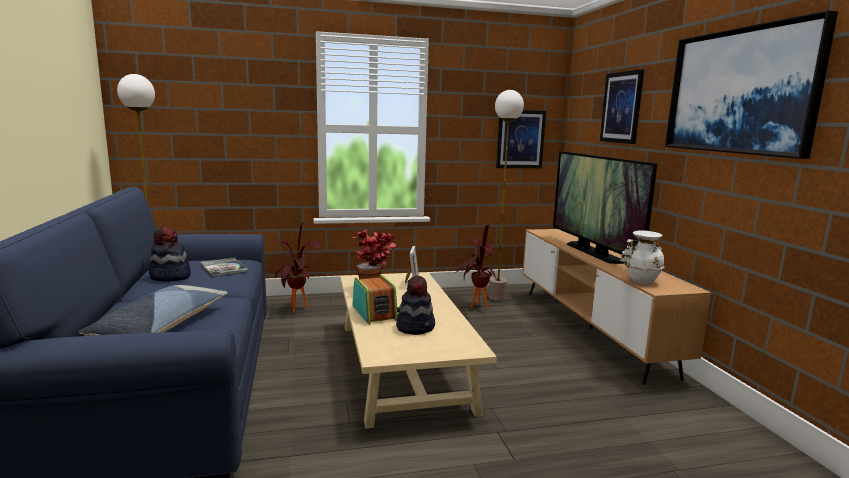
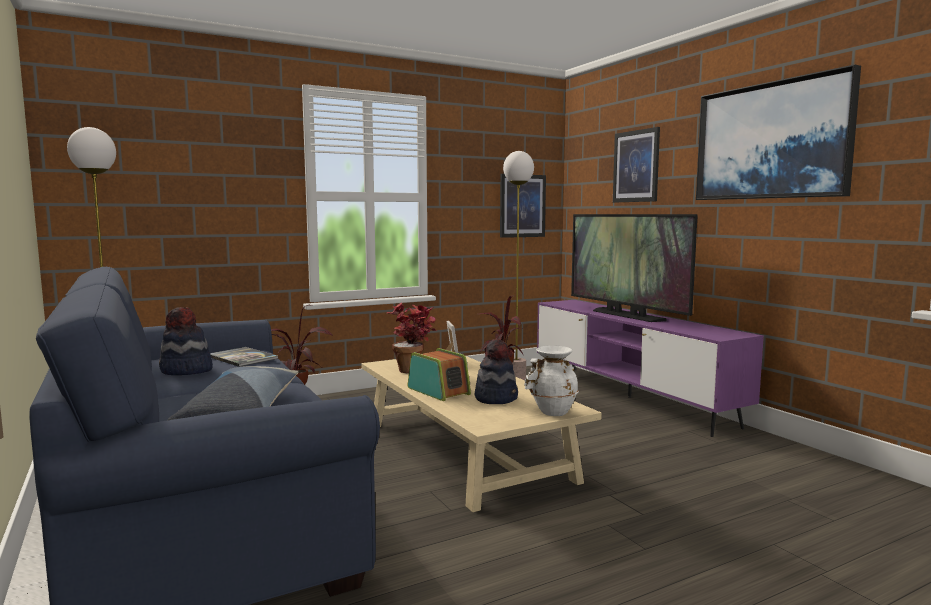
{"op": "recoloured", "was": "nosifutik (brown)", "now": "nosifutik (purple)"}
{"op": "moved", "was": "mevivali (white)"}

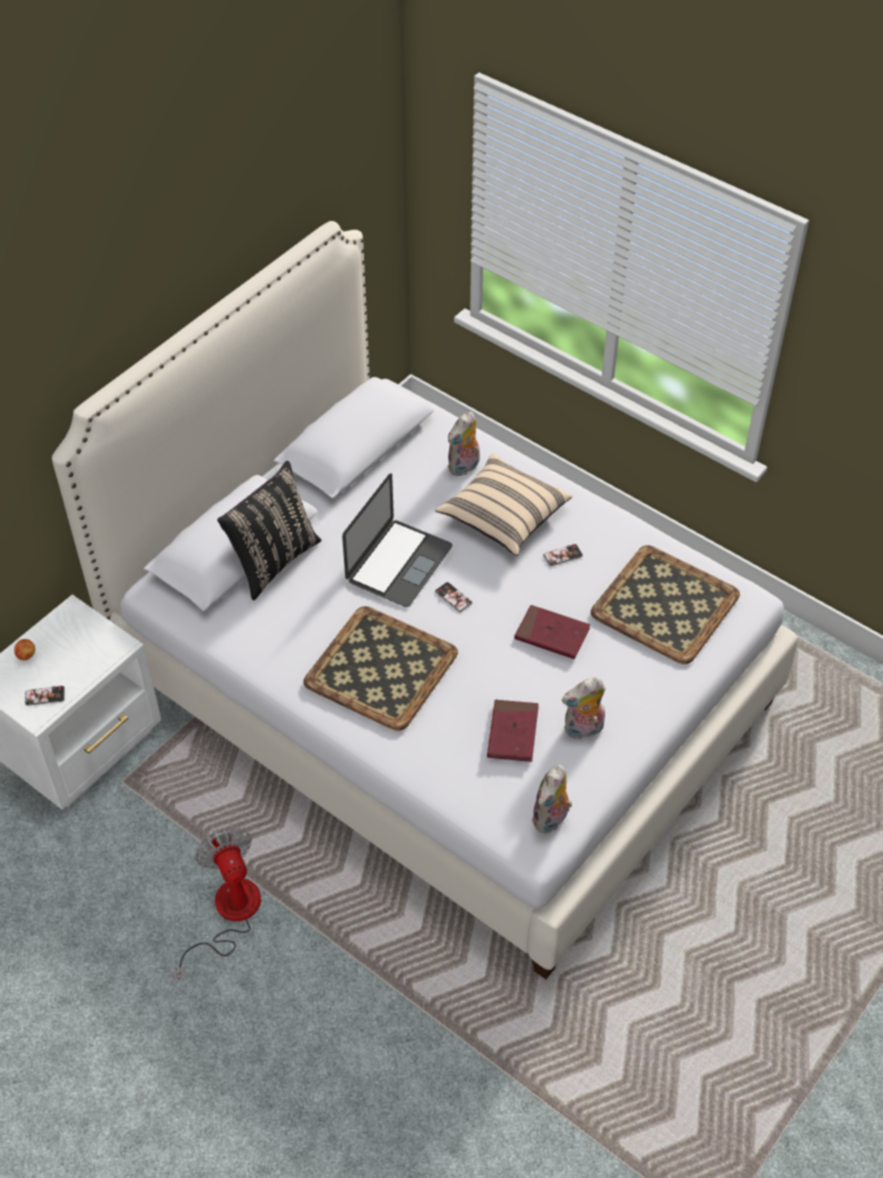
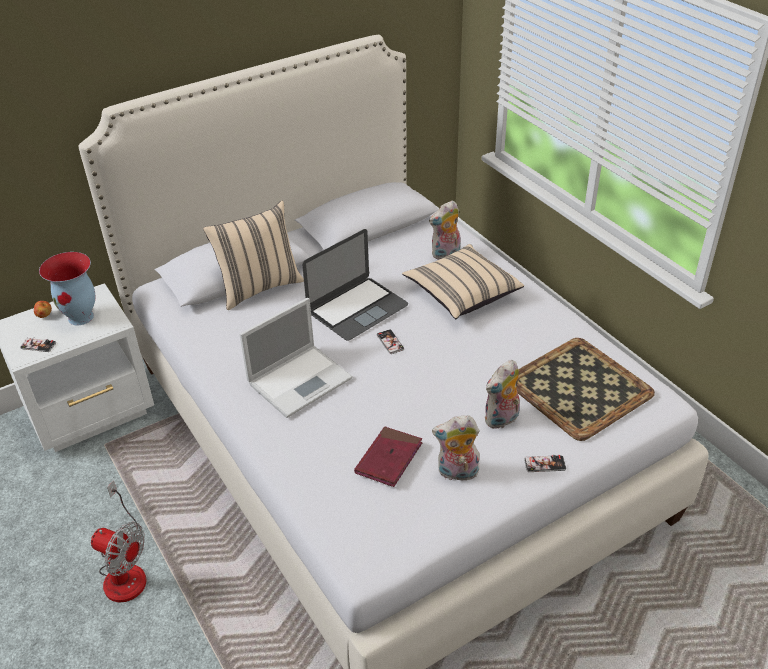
{"op": "recoloured", "was": "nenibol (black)", "now": "nenibol (beige) (1st from left)"}
{"op": "moved", "was": "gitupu (3rd from left)"}
{"op": "removed", "was": "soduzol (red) (2nd from left)"}
{"op": "replaced", "was": "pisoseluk (1st from left)", "now": "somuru (1st from left)"}
{"op": "moved", "was": "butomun (2nd from left in the first image)", "now": "butomun (3rd from left)"}
{"op": "turned", "was": "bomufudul", "clockwise": 120}
{"op": "added", "now": "mevivali"}

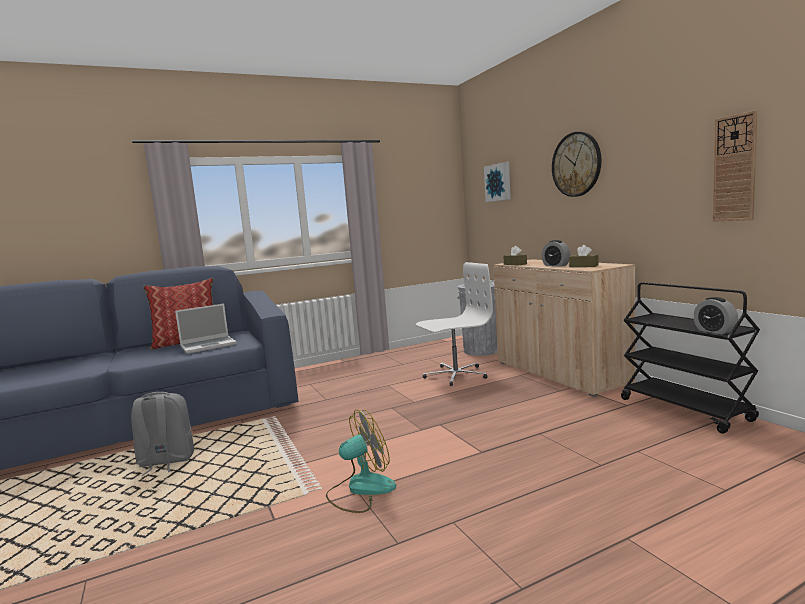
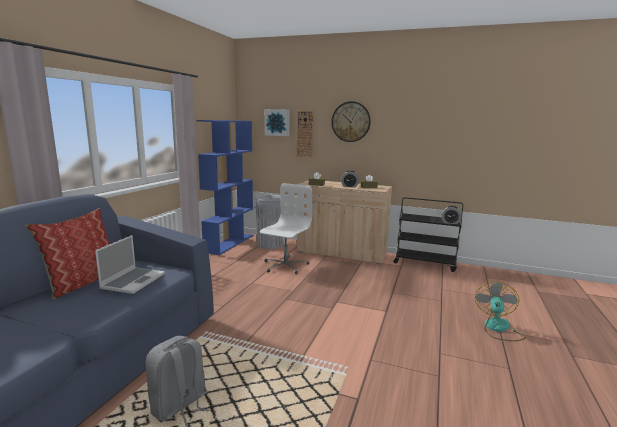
{"op": "moved", "was": "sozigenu (2nd from left in the first image)", "now": "sozigenu (1st from left)"}
{"op": "moved", "was": "bomufudul"}
{"op": "added", "now": "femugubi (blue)"}

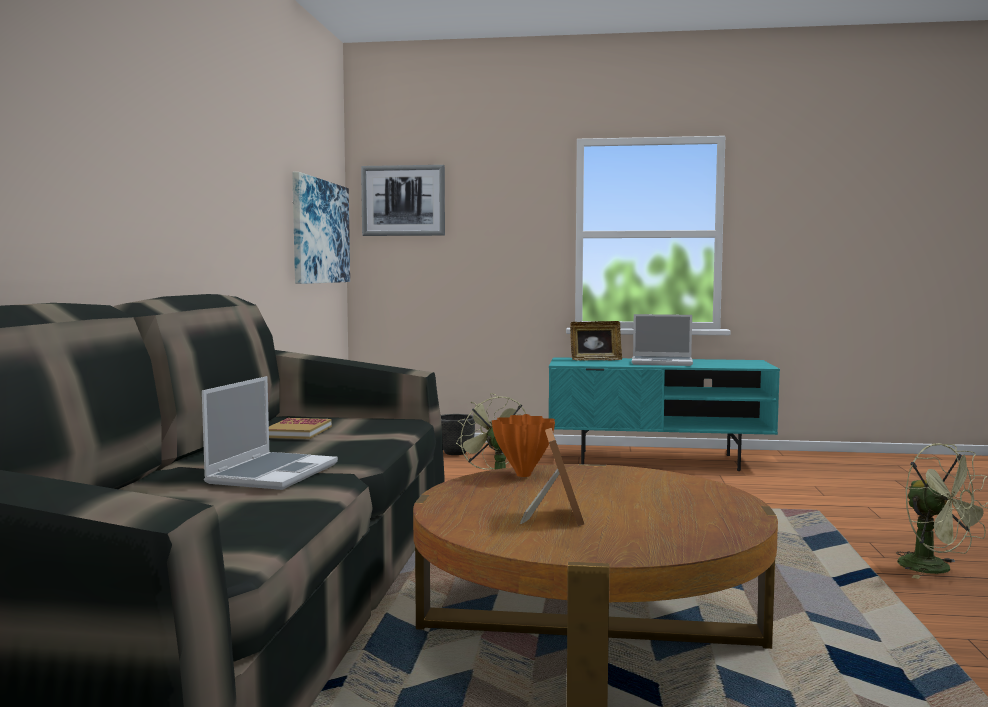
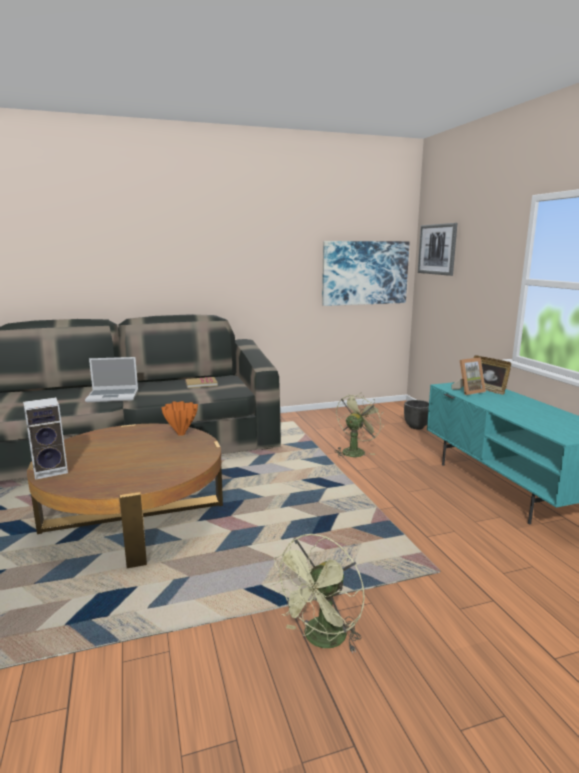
{"op": "removed", "was": "somuru (2nd from left)"}
{"op": "moved", "was": "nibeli (1st from left)"}
{"op": "added", "now": "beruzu"}

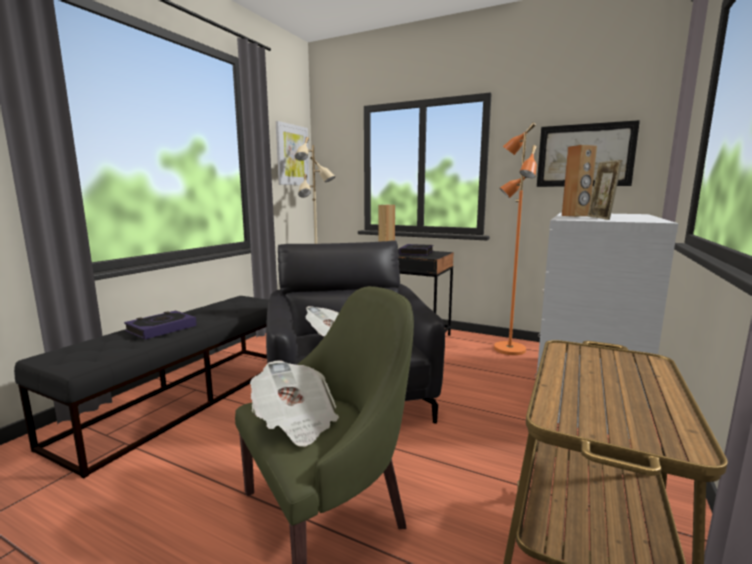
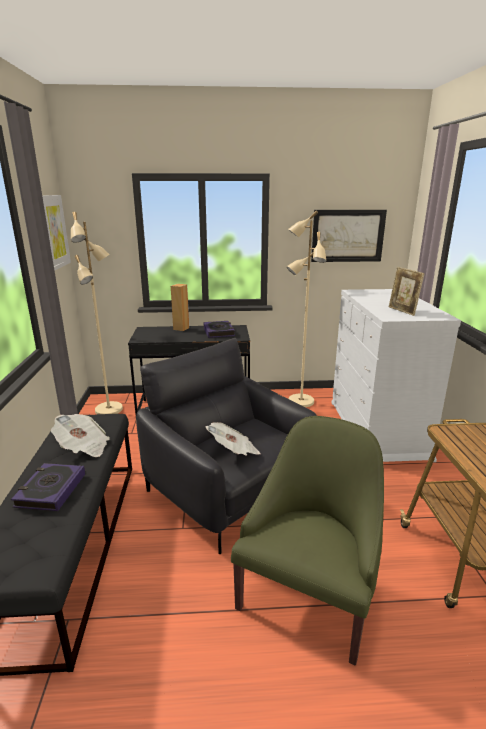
{"op": "recoloured", "was": "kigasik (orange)", "now": "kigasik (beige) (2nd from left)"}
{"op": "removed", "was": "beruzu (brown) (2nd from left)"}
{"op": "moved", "was": "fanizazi (1st from left)"}

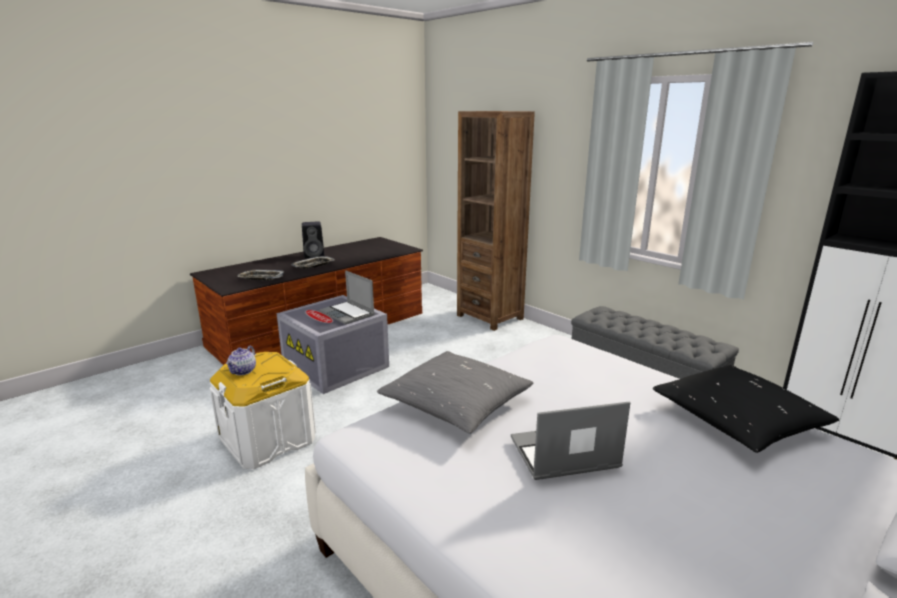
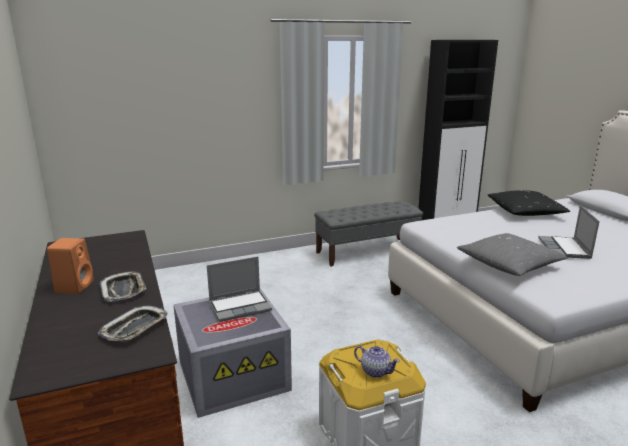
{"op": "removed", "was": "femugubi (brown)"}
{"op": "recoloured", "was": "beruzu (black)", "now": "beruzu (orange)"}

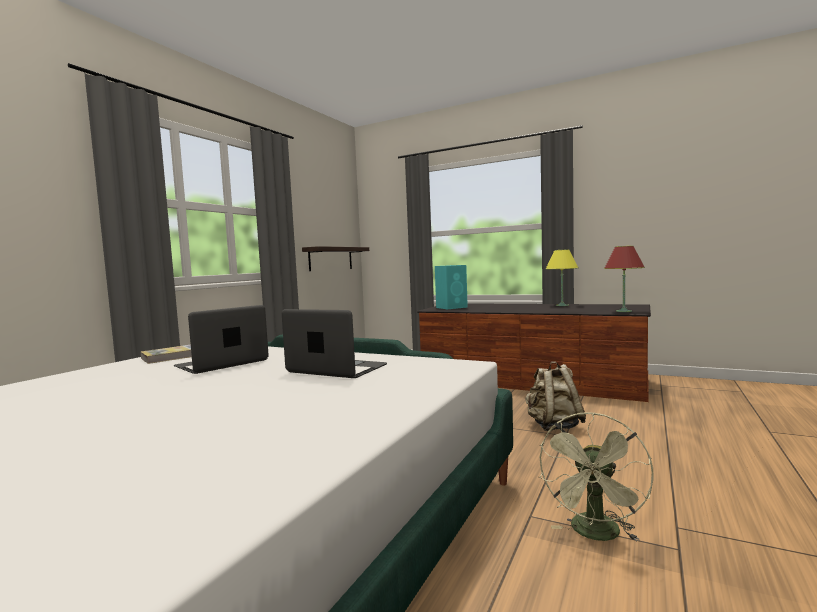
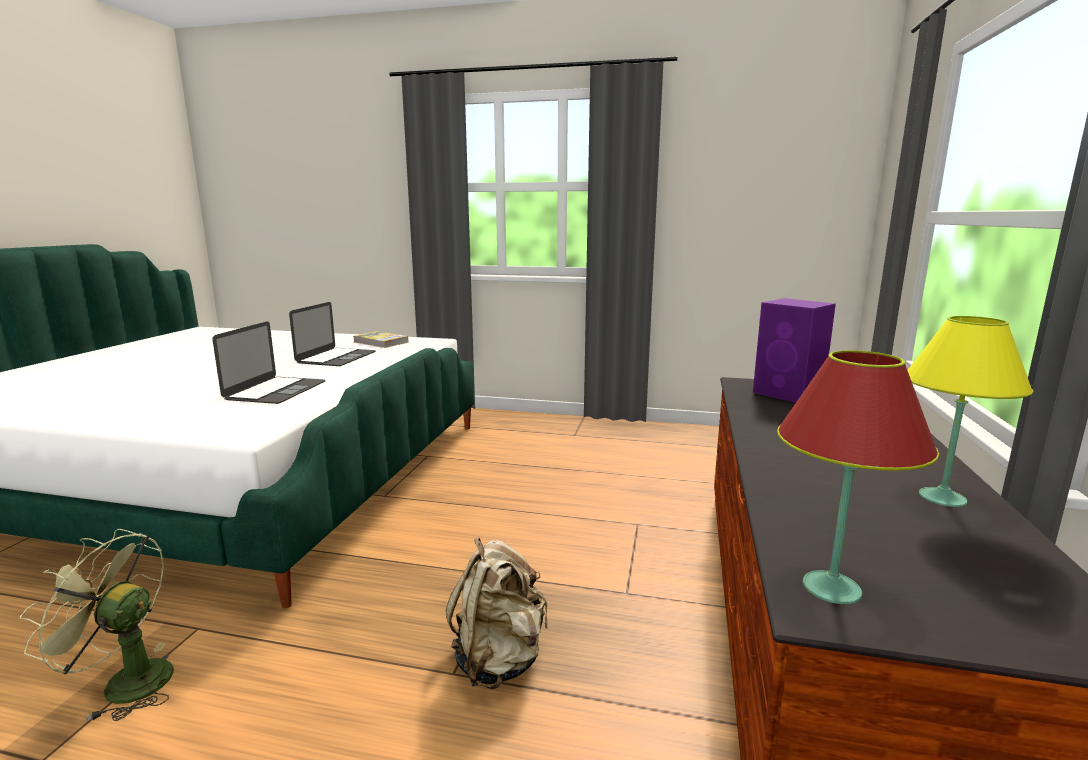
{"op": "removed", "was": "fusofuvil"}
{"op": "recoloured", "was": "beruzu (turquoise)", "now": "beruzu (purple)"}
{"op": "turned", "was": "somuru (1st from left in the first image)", "clockwise": 75}

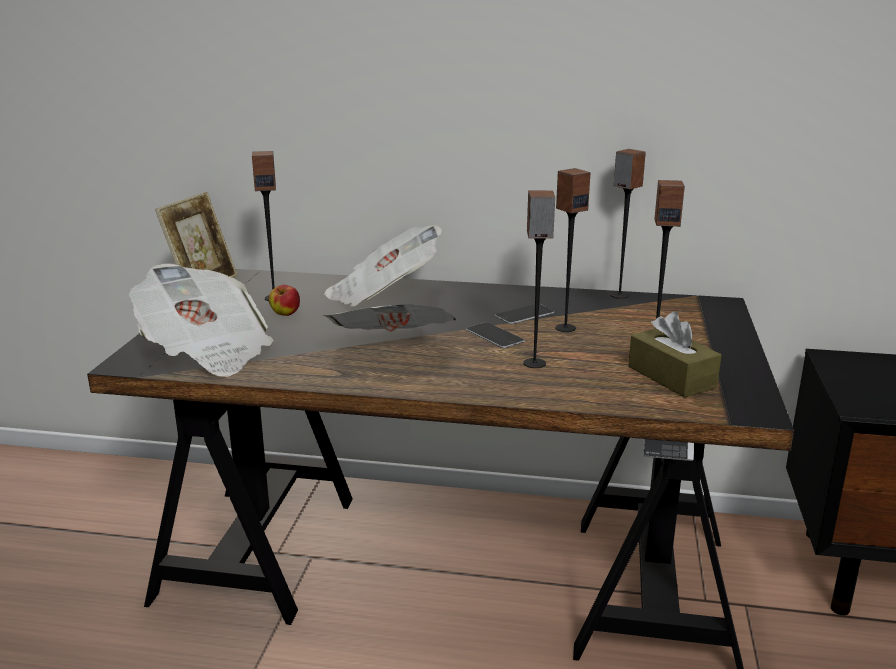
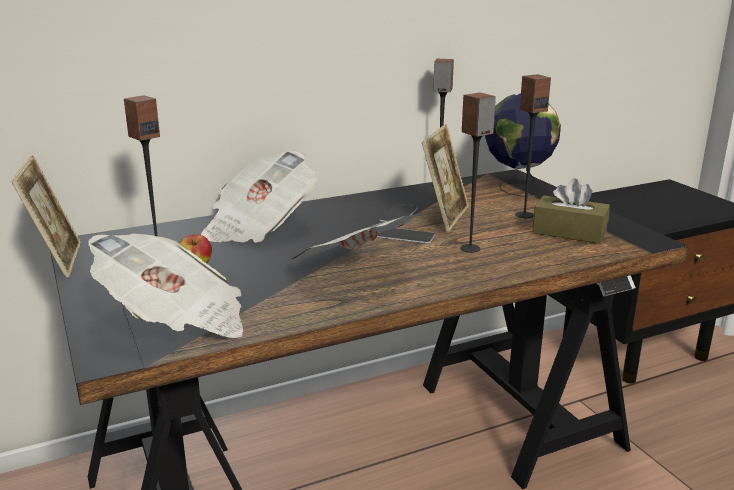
{"op": "replaced", "was": "beruzu (3rd from left)", "now": "nibeli (2nd from left)"}
{"op": "added", "now": "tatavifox"}

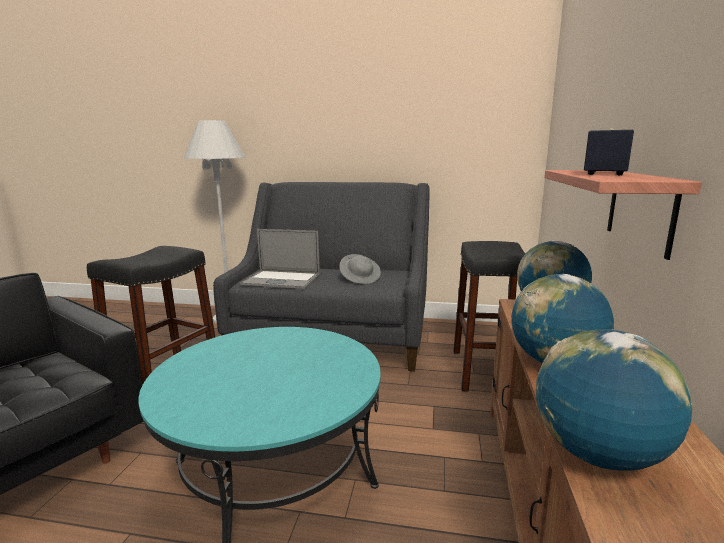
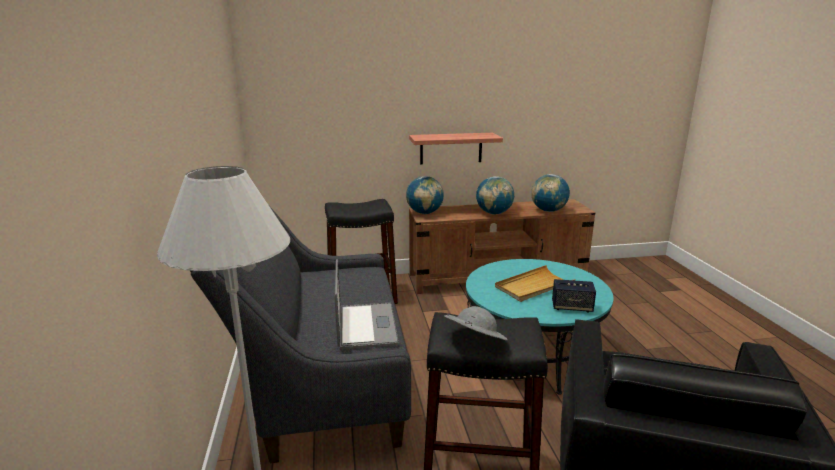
{"op": "moved", "was": "beruzu"}
{"op": "moved", "was": "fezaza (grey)"}
{"op": "added", "now": "pisoseluk (beige)"}

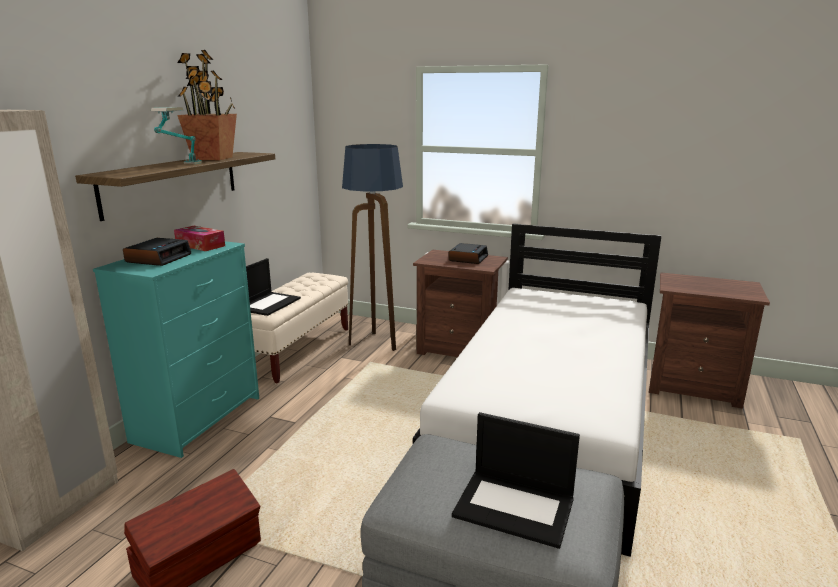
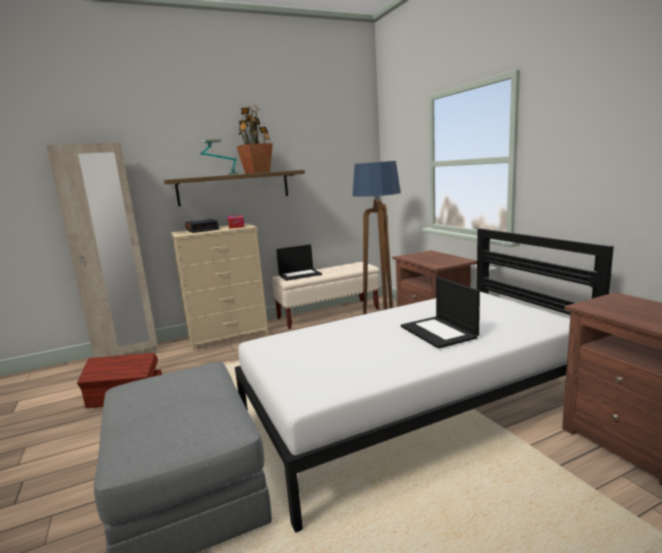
{"op": "recoloured", "was": "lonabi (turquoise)", "now": "lonabi (beige)"}
{"op": "removed", "was": "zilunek (2nd from left)"}
{"op": "moved", "was": "somuru (2nd from left)"}

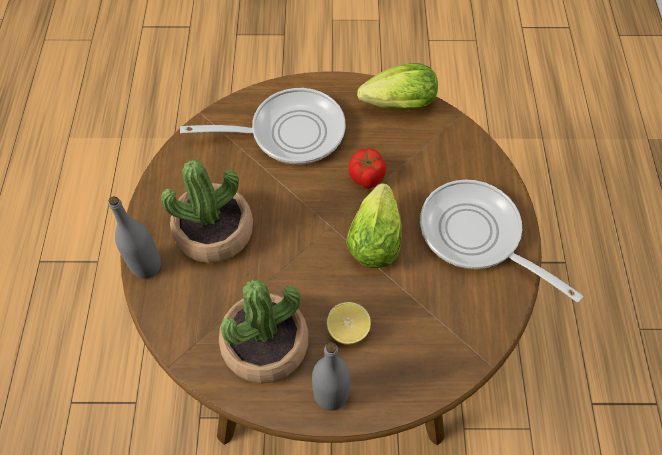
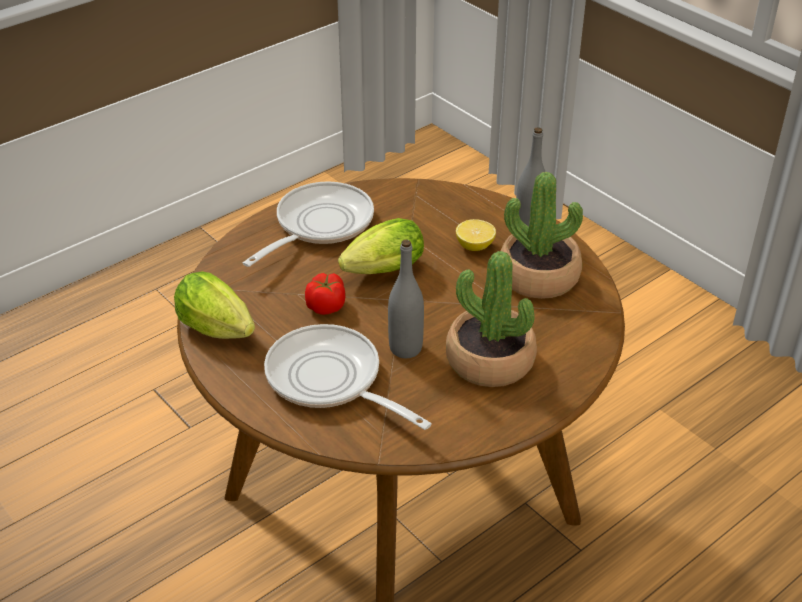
{"op": "turned", "was": "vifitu (2nd from left in the first image)", "clockwise": -150}
{"op": "moved", "was": "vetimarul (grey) (1st from left)"}

